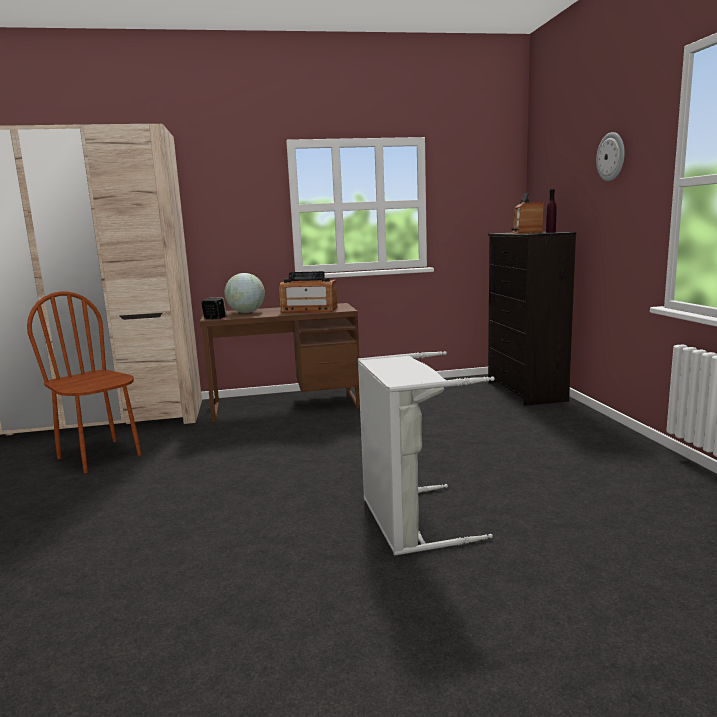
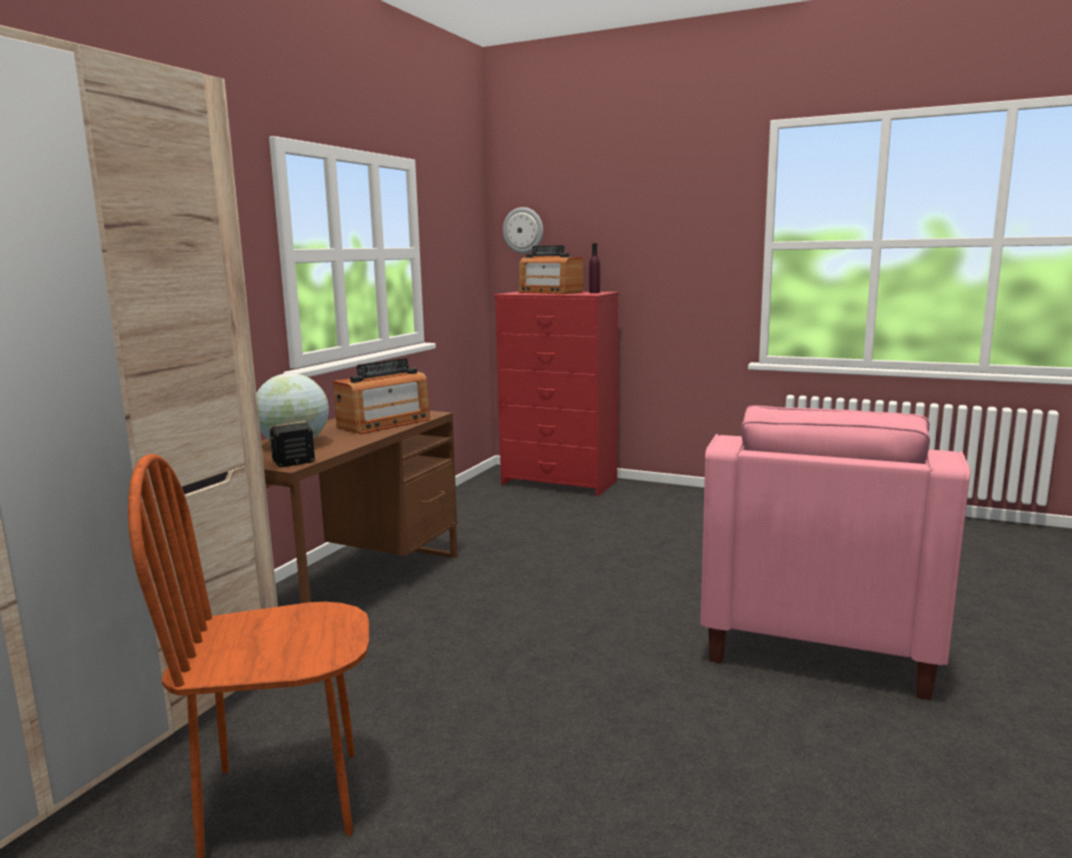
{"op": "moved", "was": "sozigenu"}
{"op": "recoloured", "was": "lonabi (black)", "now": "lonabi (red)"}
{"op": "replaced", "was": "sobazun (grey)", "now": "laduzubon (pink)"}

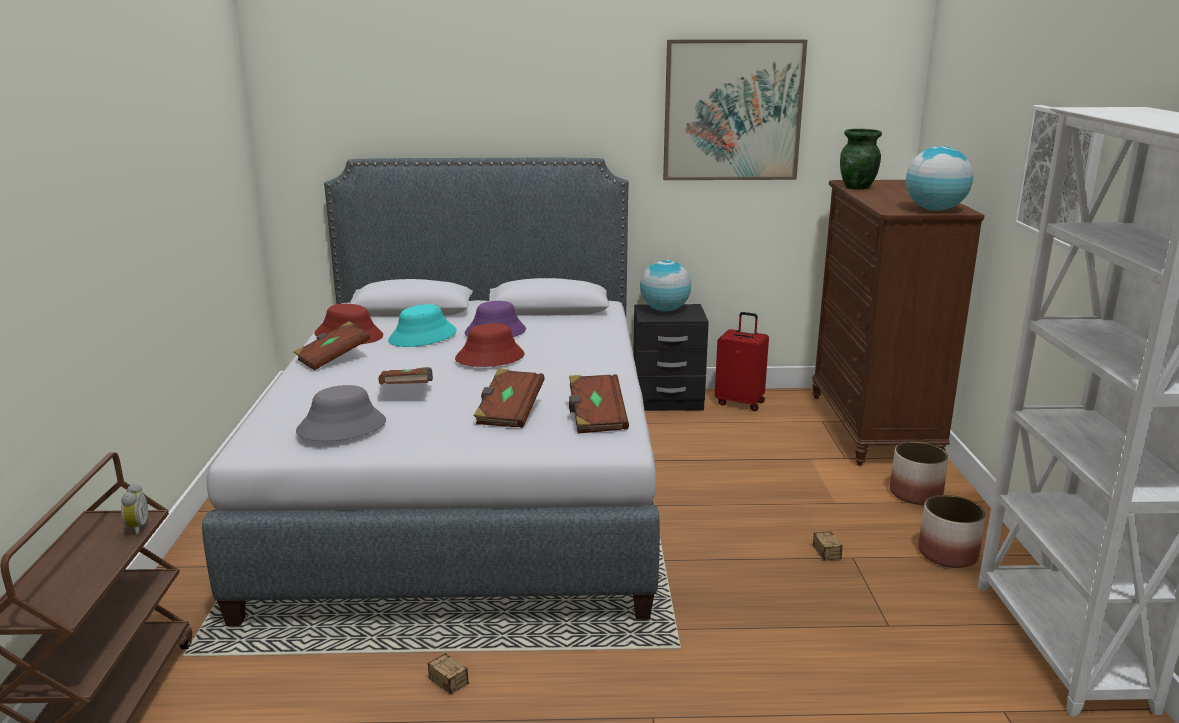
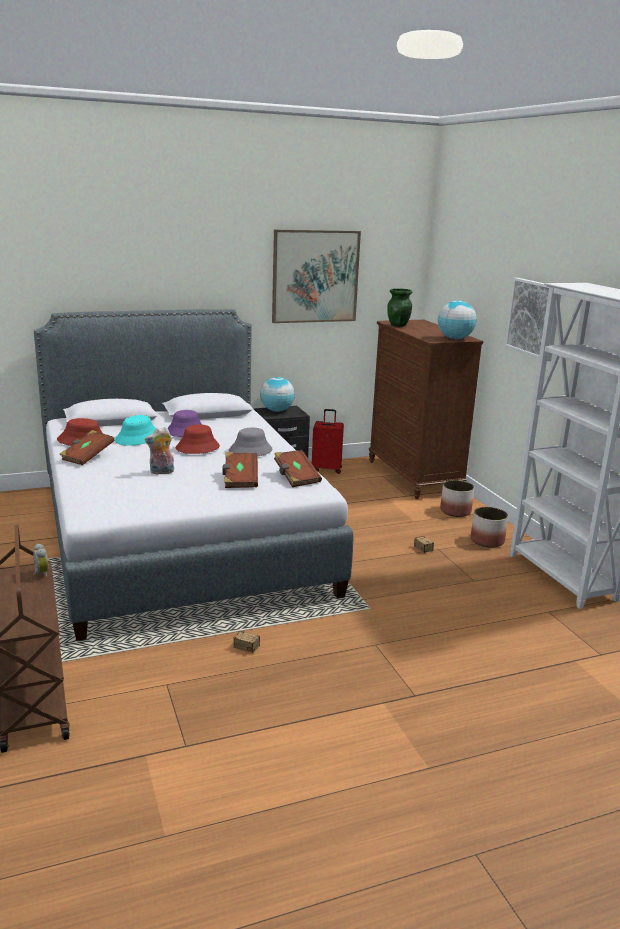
{"op": "replaced", "was": "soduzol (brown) (2nd from left)", "now": "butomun"}
{"op": "moved", "was": "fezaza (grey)"}

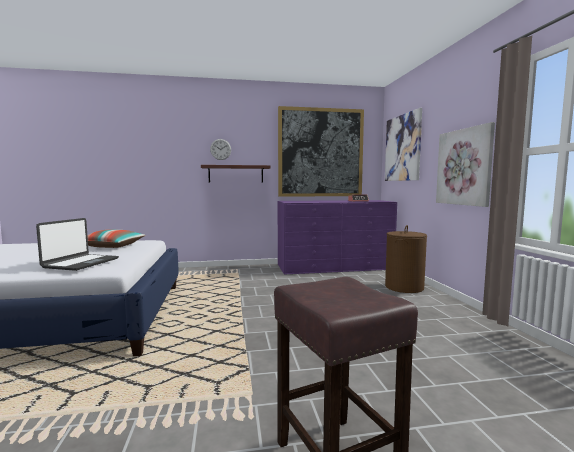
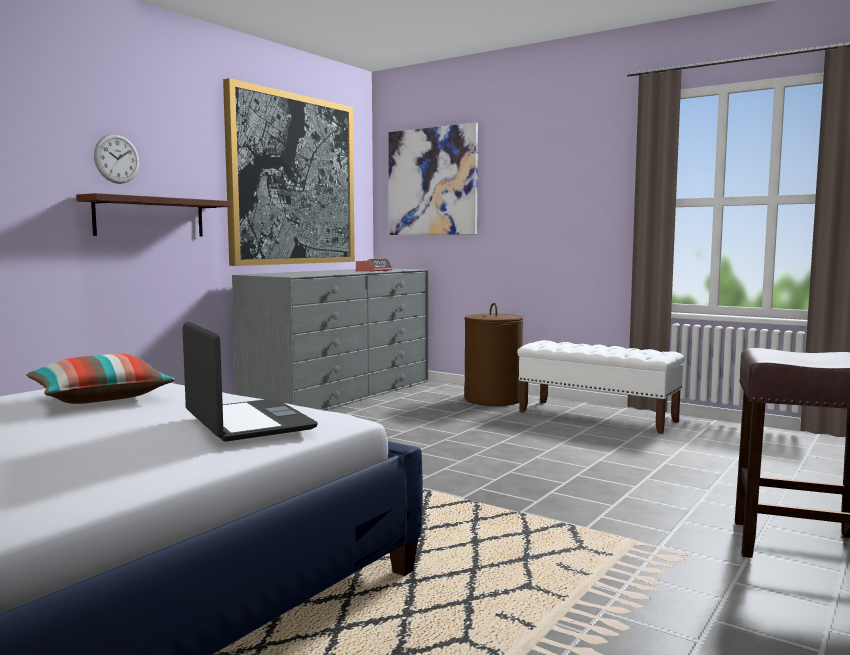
{"op": "removed", "was": "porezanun (3rd from left)"}
{"op": "recoloured", "was": "lonabi (purple)", "now": "lonabi (grey)"}
{"op": "added", "now": "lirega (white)"}

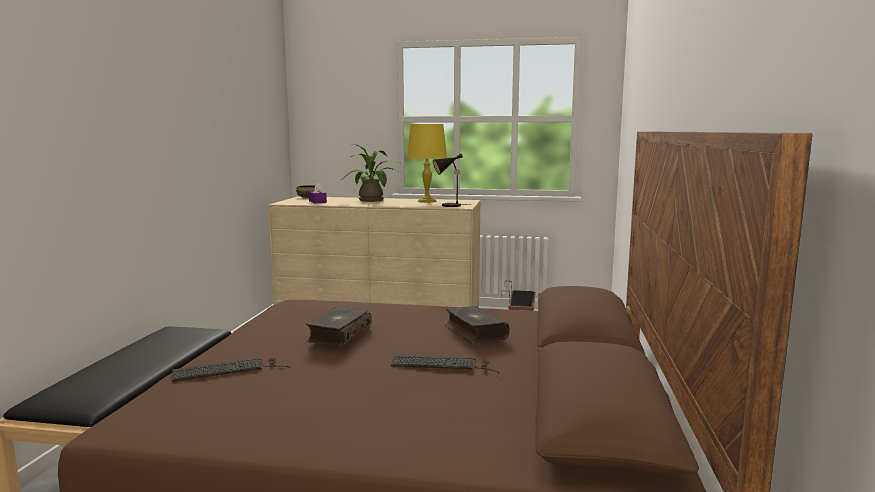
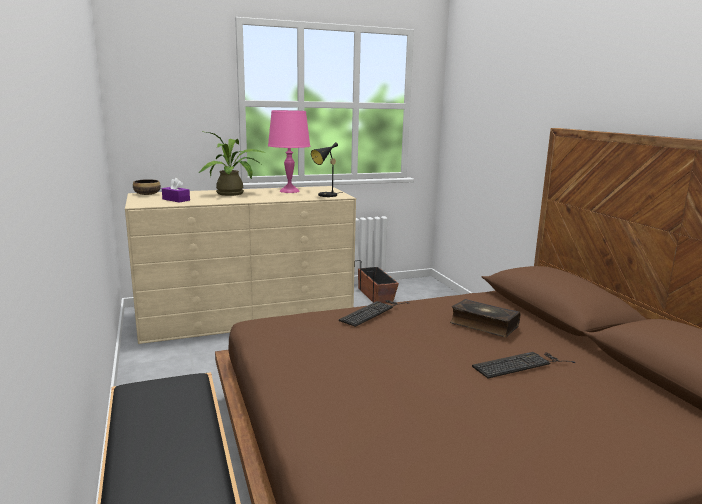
{"op": "recoloured", "was": "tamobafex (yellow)", "now": "tamobafex (pink)"}
{"op": "removed", "was": "soduzol (1st from left)"}
{"op": "moved", "was": "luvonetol (1st from left)"}

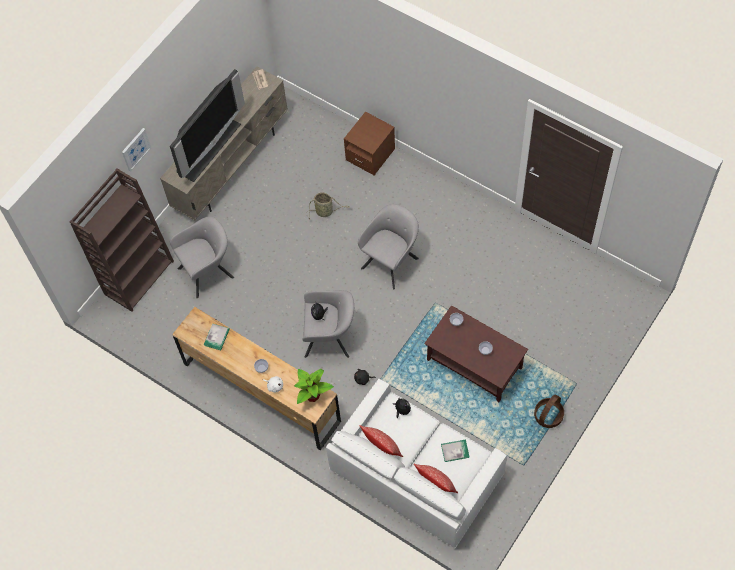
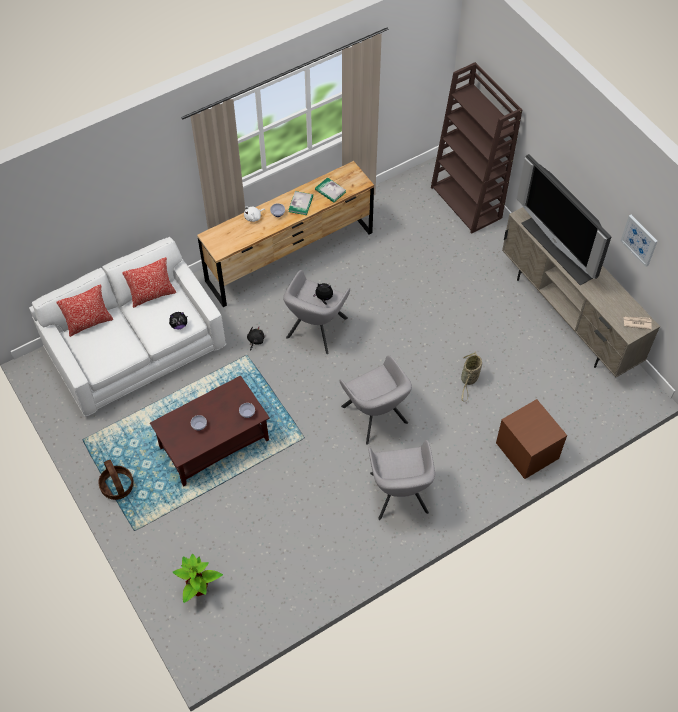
{"op": "moved", "was": "porezanun"}
{"op": "moved", "was": "laduzubon (grey) (1st from left in the first image)", "now": "laduzubon (grey) (3rd from left)"}
{"op": "moved", "was": "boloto"}
{"op": "moved", "was": "soduzol (2nd from left in the first image)", "now": "soduzol (1st from left)"}

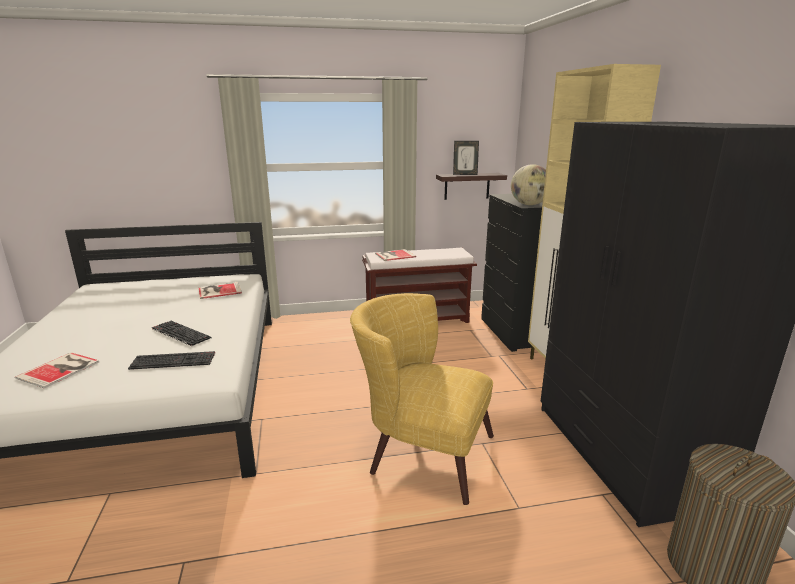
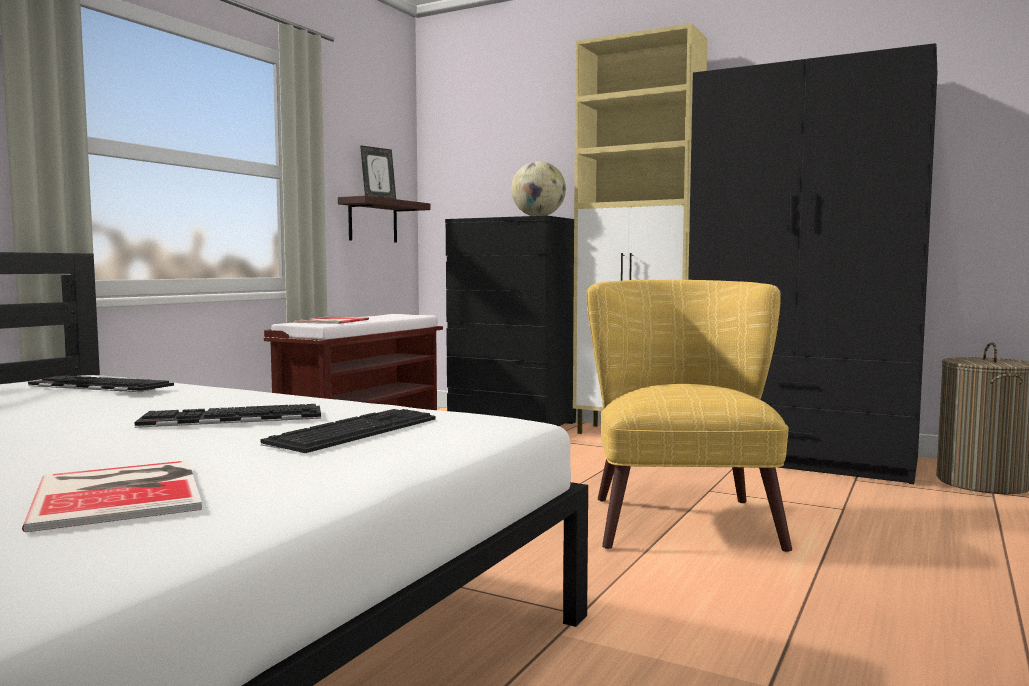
{"op": "replaced", "was": "soduzol (2nd from left)", "now": "luvonetol (1st from left)"}
{"op": "turned", "was": "laduzubon (yellow)", "clockwise": 120}

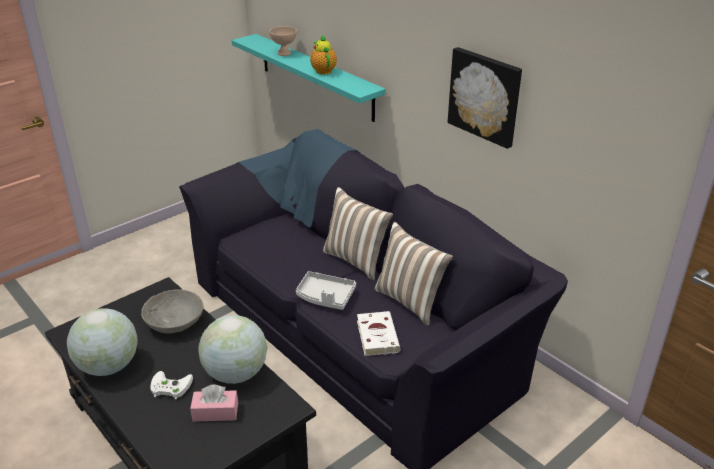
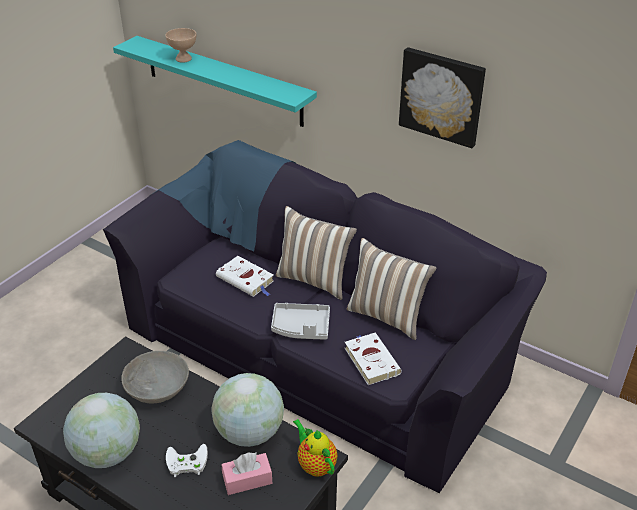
{"op": "moved", "was": "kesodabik"}
{"op": "added", "now": "soduzol (white) (1st from left)"}

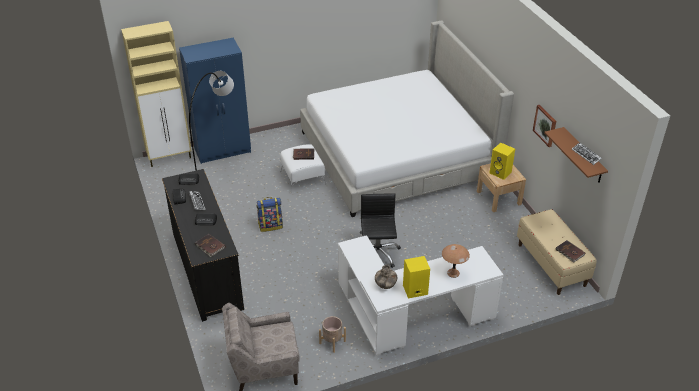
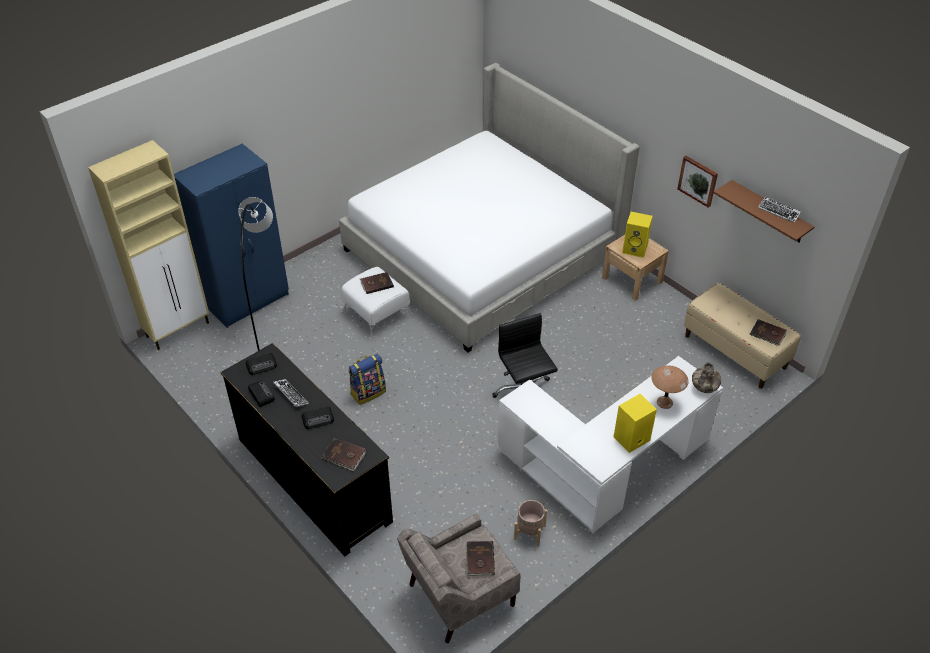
{"op": "moved", "was": "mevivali"}
{"op": "added", "now": "soduzol (brown) (3rd from left)"}

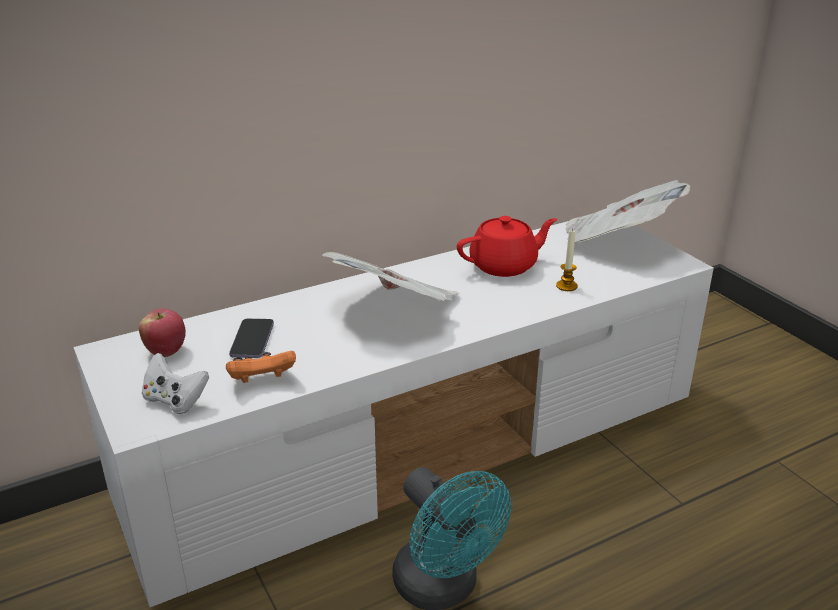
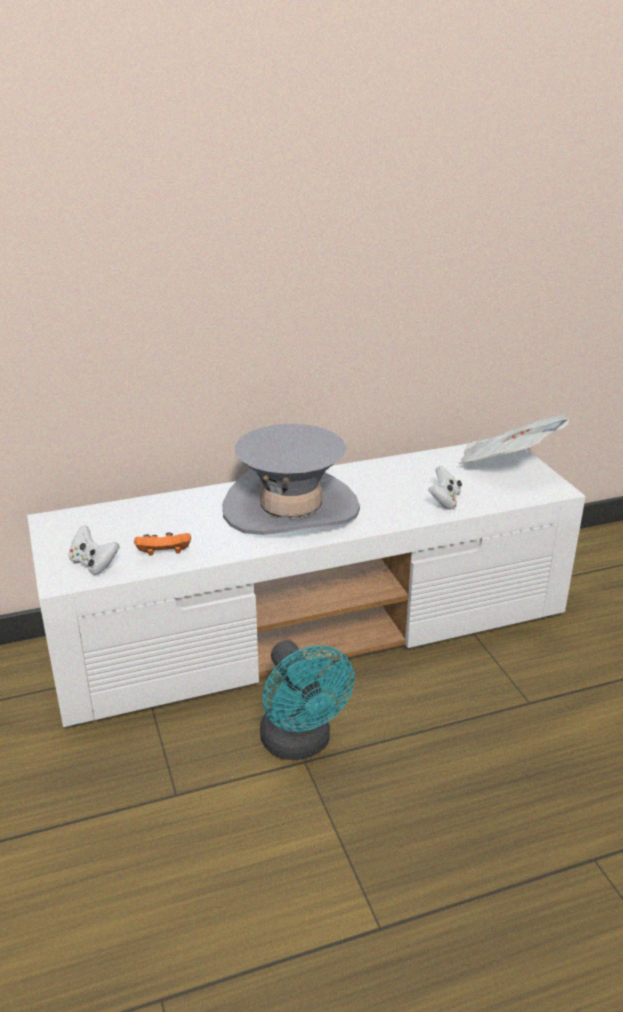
{"op": "removed", "was": "kesodabik (red)"}
{"op": "replaced", "was": "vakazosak", "now": "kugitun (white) (2nd from left)"}
{"op": "replaced", "was": "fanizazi (1st from left)", "now": "fezaza (grey)"}
{"op": "removed", "was": "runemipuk"}
{"op": "removed", "was": "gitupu"}

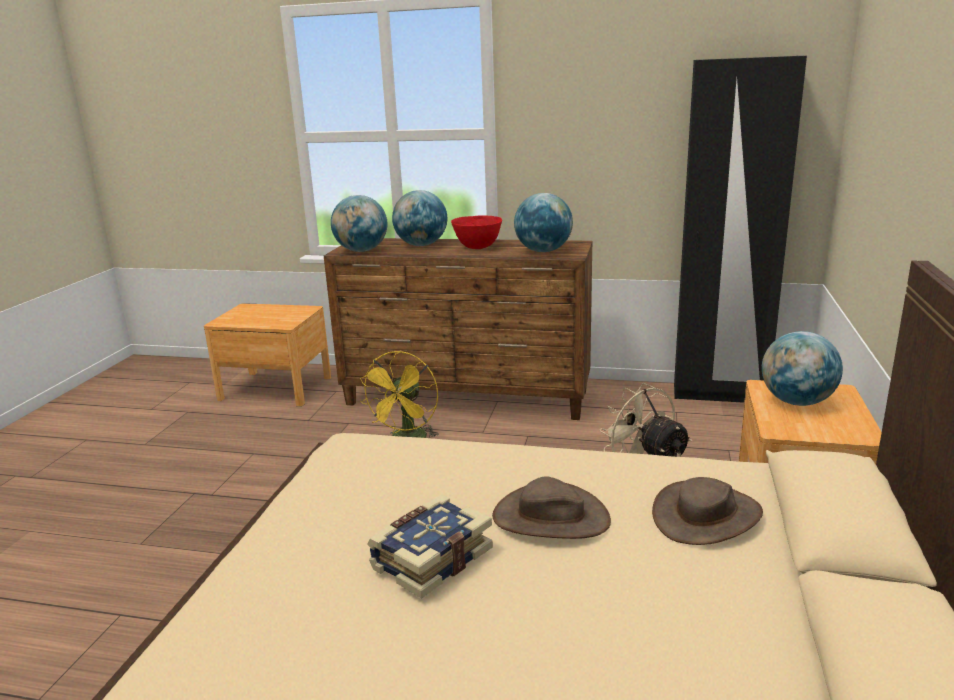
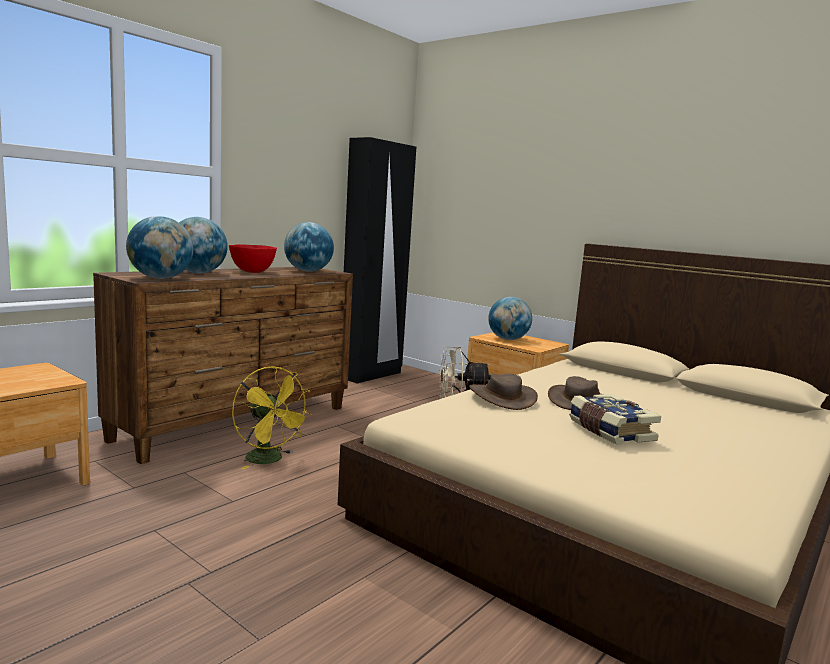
{"op": "moved", "was": "fezaza (brown) (2nd from left in the first image)", "now": "fezaza (brown) (1st from left)"}

